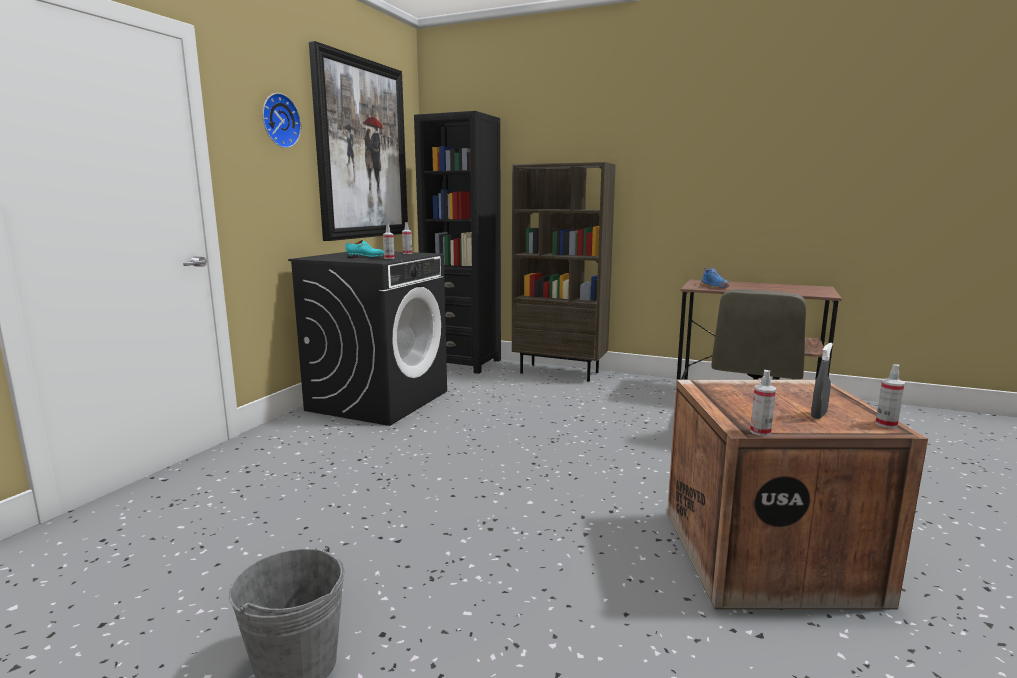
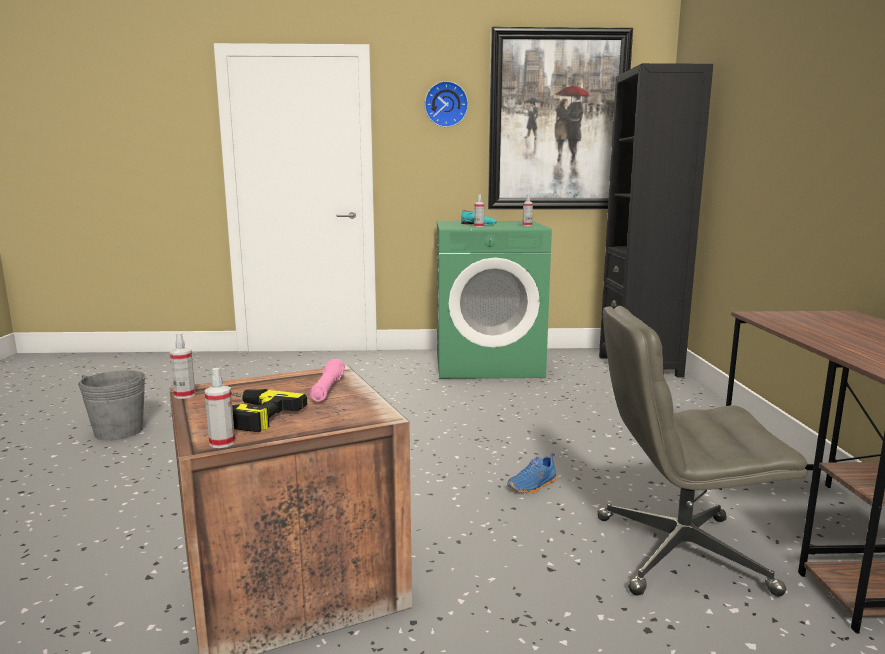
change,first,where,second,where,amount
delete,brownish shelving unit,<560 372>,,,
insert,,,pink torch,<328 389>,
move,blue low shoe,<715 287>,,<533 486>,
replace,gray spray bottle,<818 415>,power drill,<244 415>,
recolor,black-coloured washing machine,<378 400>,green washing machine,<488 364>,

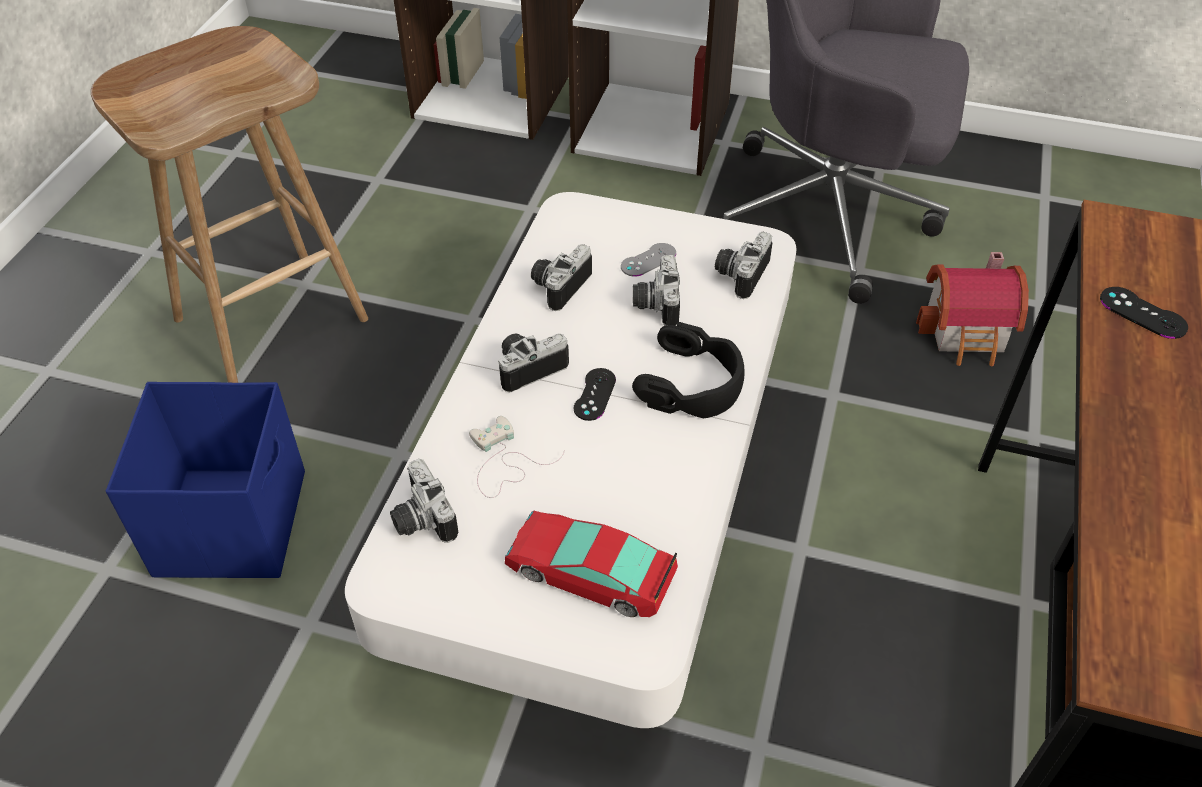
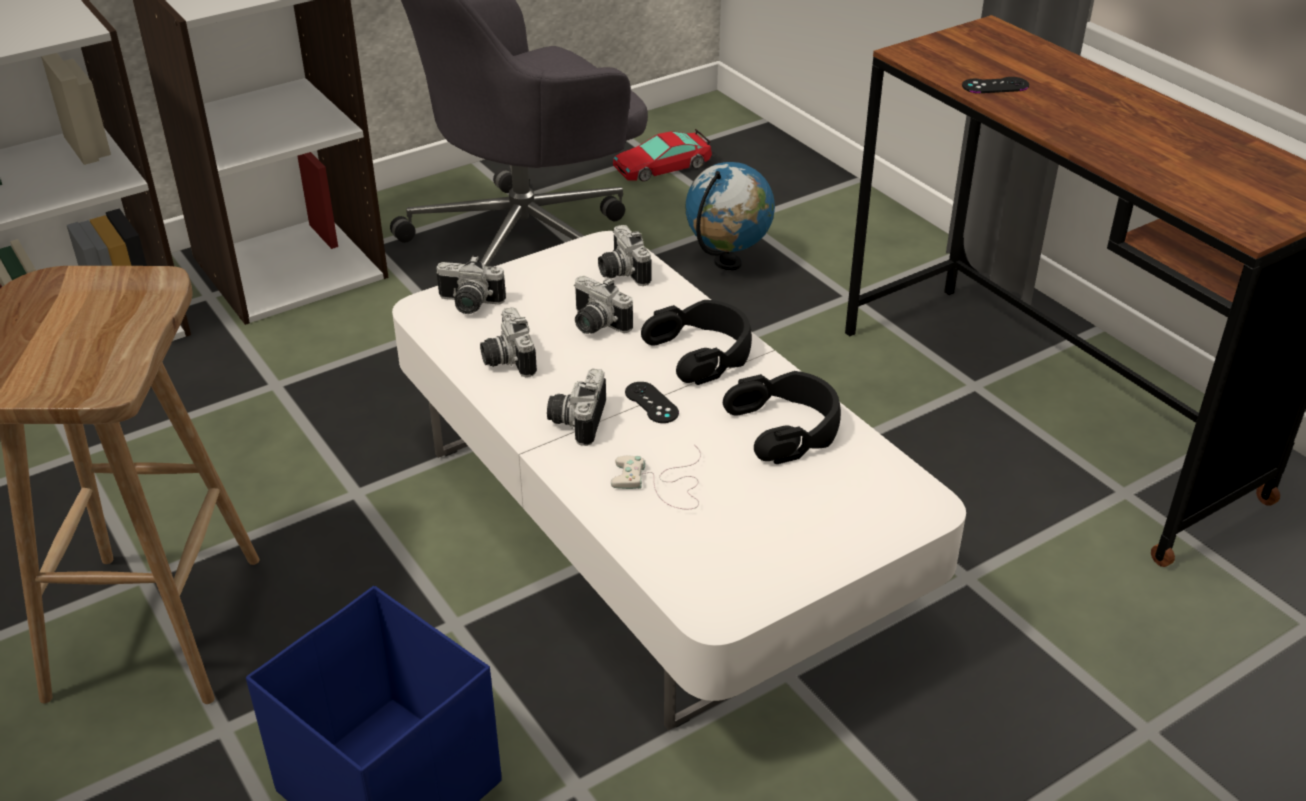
change,first,where,second,where,amount
delete,gray joypad,<648 260>,,,
insert,,,black-coloured headset,<786 428>,
move,photo camera,<420 519>,,<468 305>,
move,toy car,<591 571>,,<662 166>,
replace,model house,<968 333>,world globe,<728 263>,

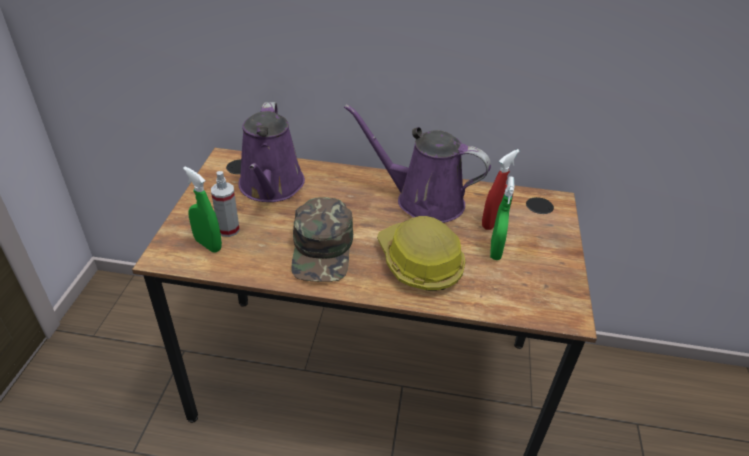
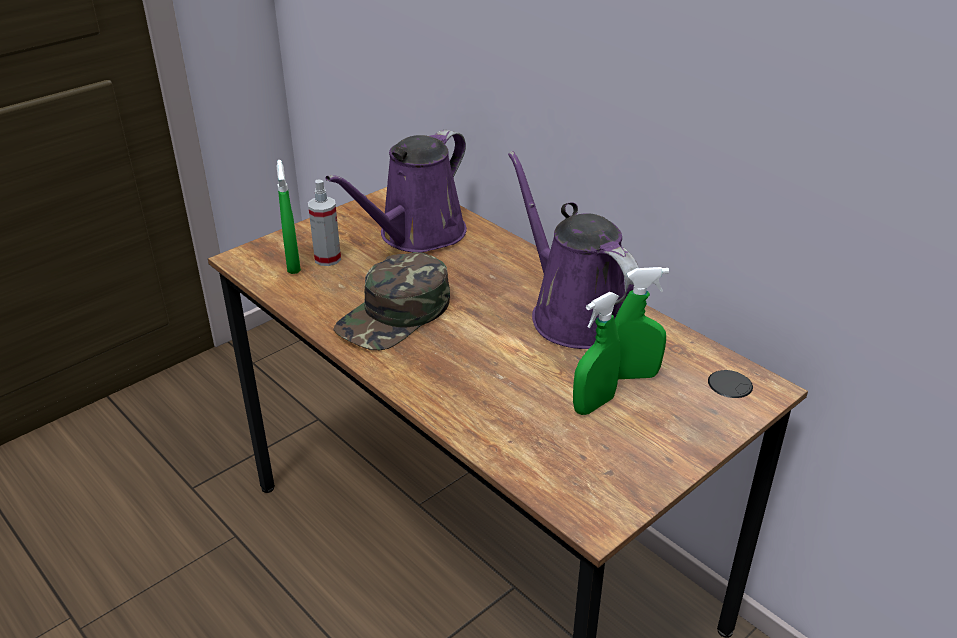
change,first,where,second,where,amount
delete,hard hat,<418 263>,,,
recolor,red spray bottle,<493 223>,green spray bottle,<633 375>,

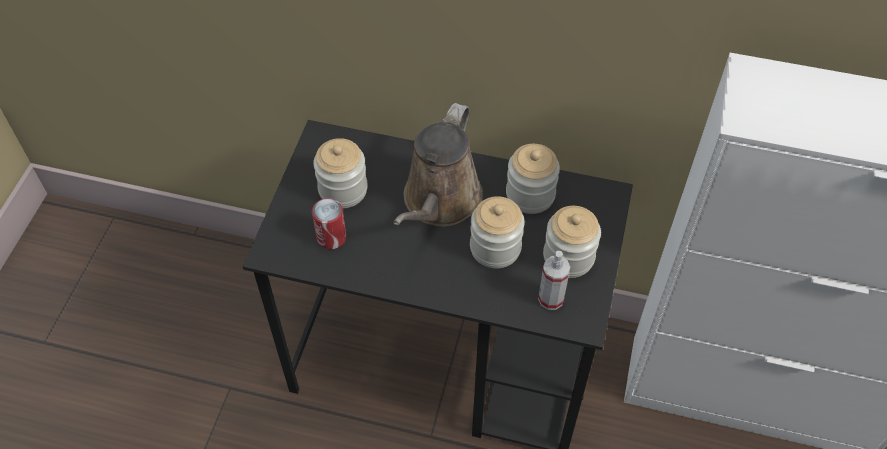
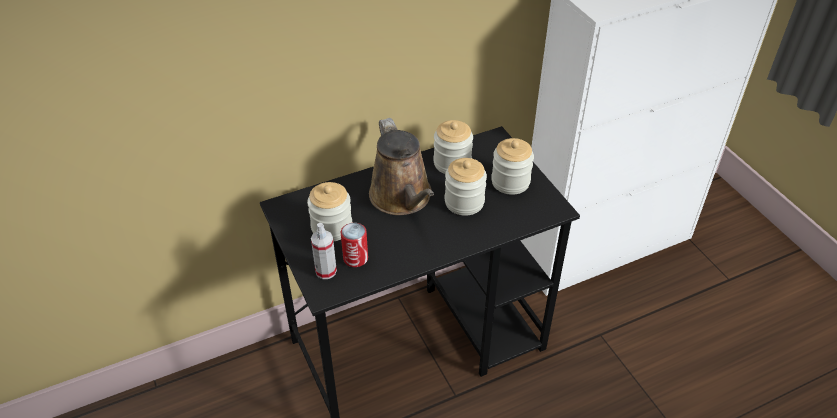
change,first,where,second,where,amount
move,spray bottle,<551 299>,,<326 271>,

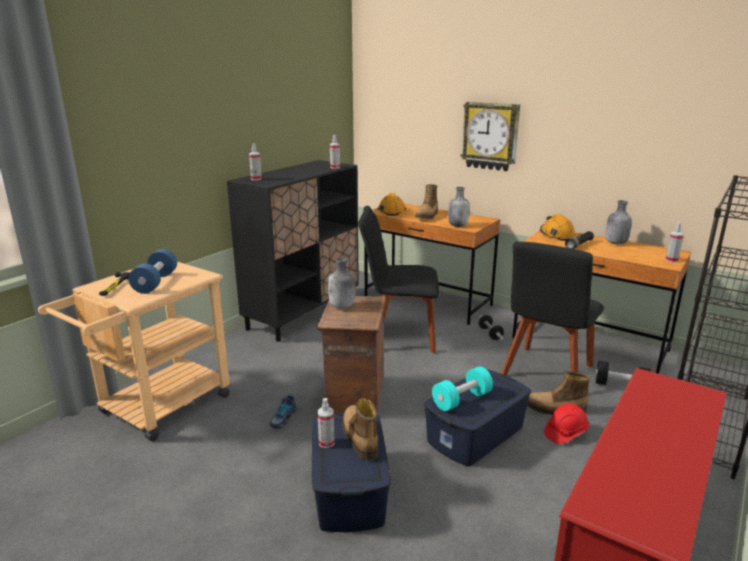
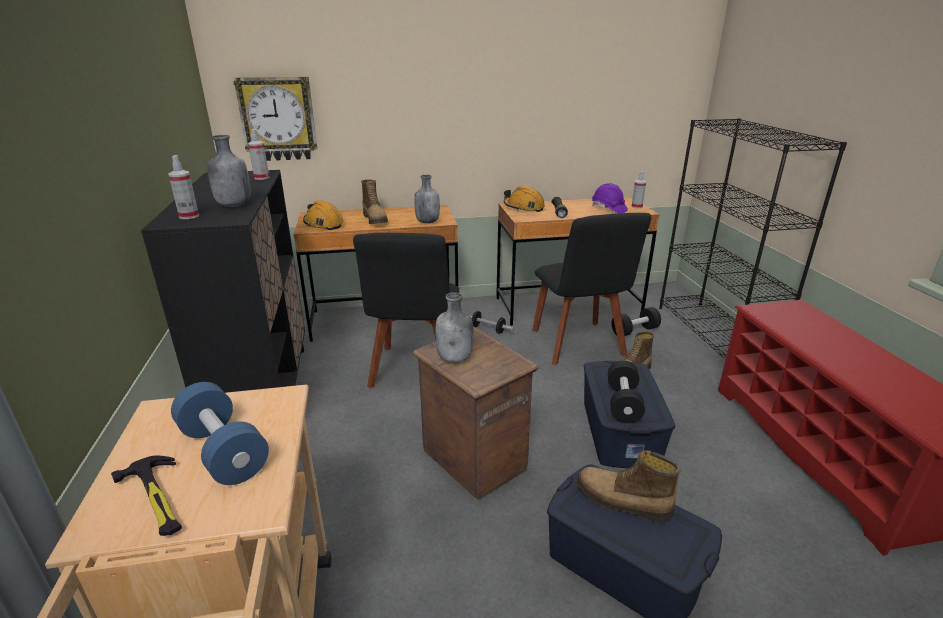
change,first,where,second,where,amount
delete,low shoe,<283 418>,,,
delete,spray bottle,<326 443>,,,
delete,red hard hat,<565 433>,,,
insert,,,purple-coloured hard hat,<608 209>,
move,clock on the wall,<490 136>,,<278 119>,
move,gray drink bottle,<615 243>,,<233 205>,
recolor,blue-green hand weight,<462 400>,black-coloured hand weight,<623 403>,
rotate,black-coloured chair,<399 337>,,<415 371>,45 degrees counterclockwise

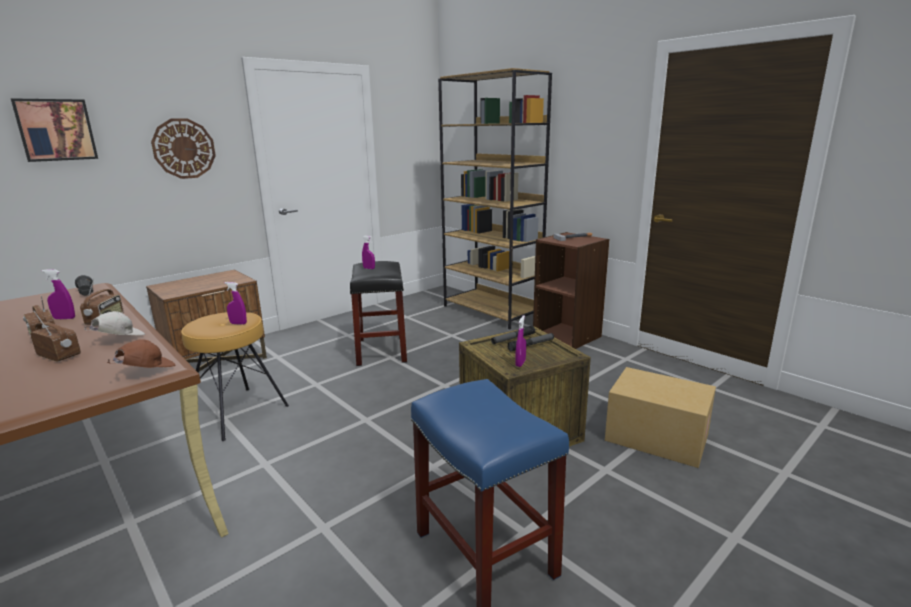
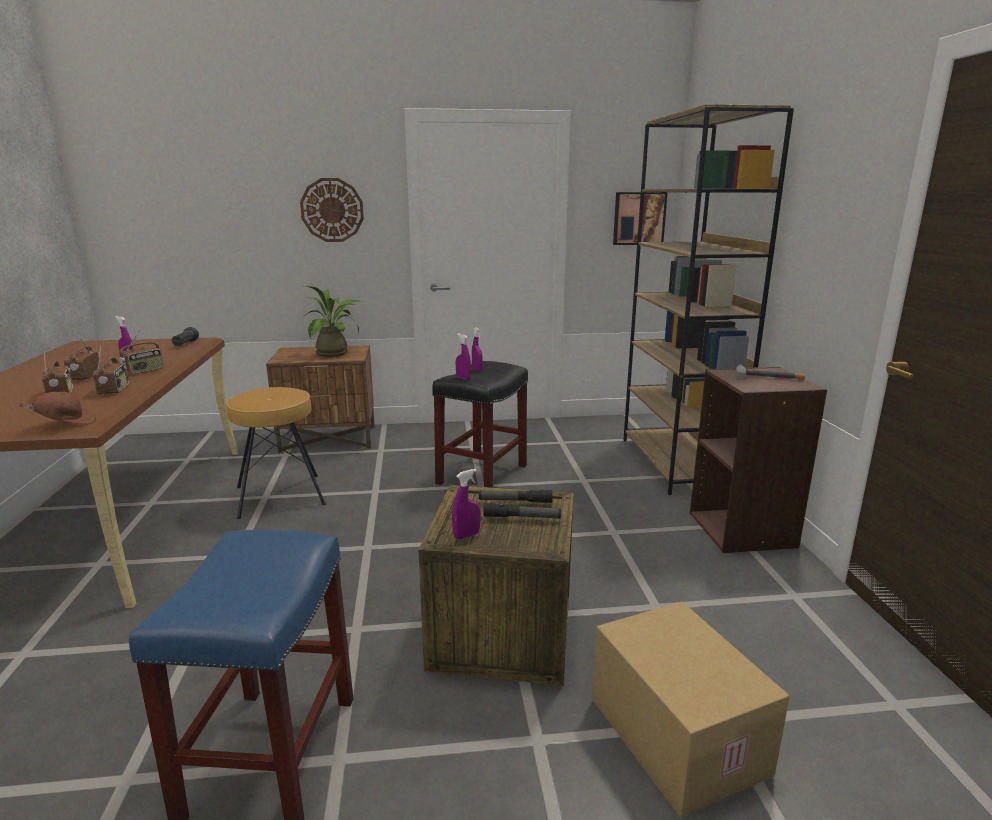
change,first,where,second,where,amount
insert,,,potted plant,<336 353>,
move,wall picture,<56 130>,,<638 218>,
move,purple-coloured spray bottle,<238 323>,,<463 378>,
replace,whitish baseball cap,<119 339>,radio receiver,<114 390>,

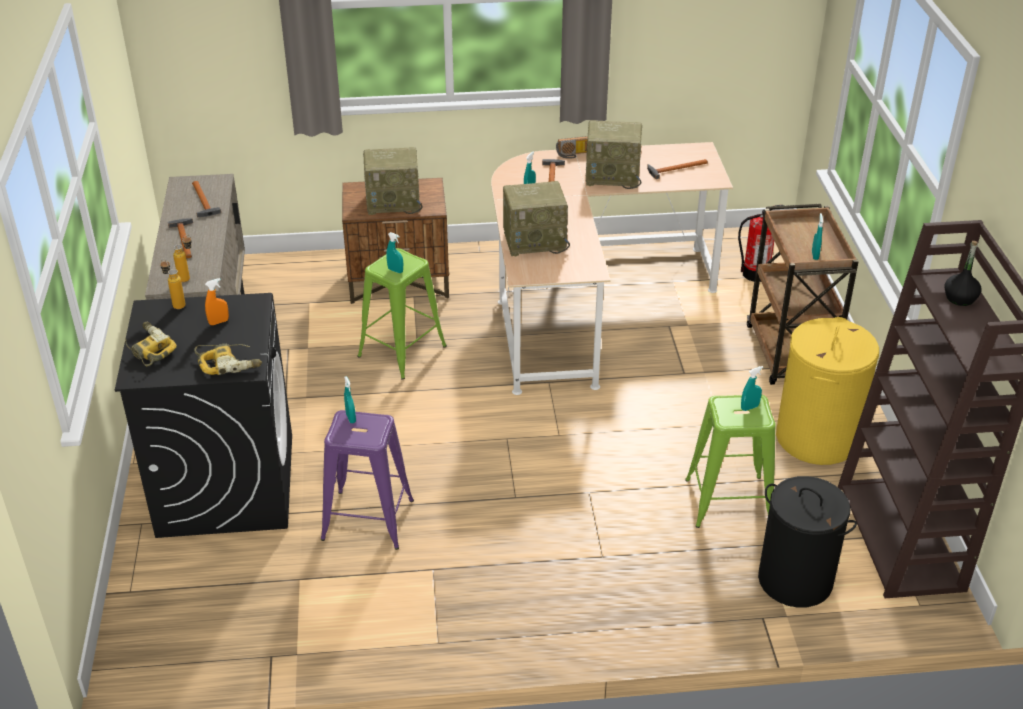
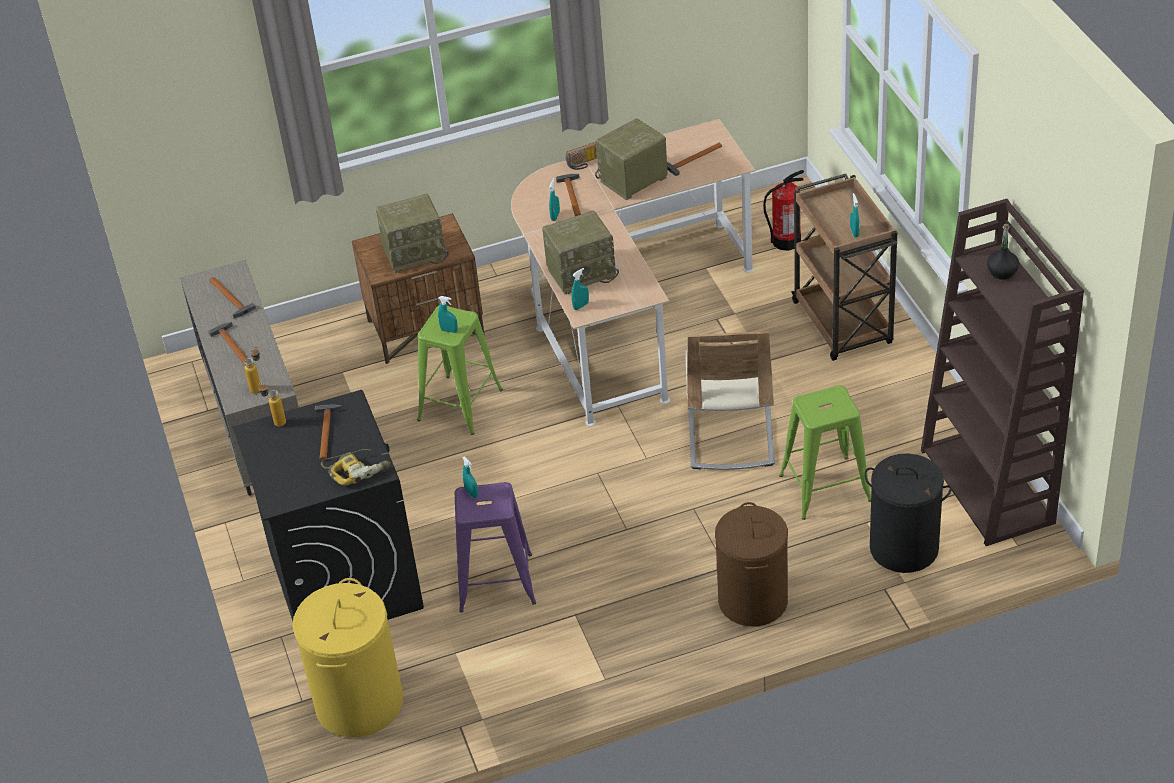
change,first,where,second,where,amount
delete,power drill,<148 349>,,,
insert,,,beige chair,<730 434>,
insert,,,brownish hamper,<753 601>,
move,blue-green spray bottle,<749 407>,,<581 306>,
move,yellow-coloured hamper,<816 438>,,<358 702>,
replace,orange spray bottle,<219 322>,hand hammer,<326 431>,
rotate,radio receiver,<613 176>,,<633 180>,150 degrees clockwise

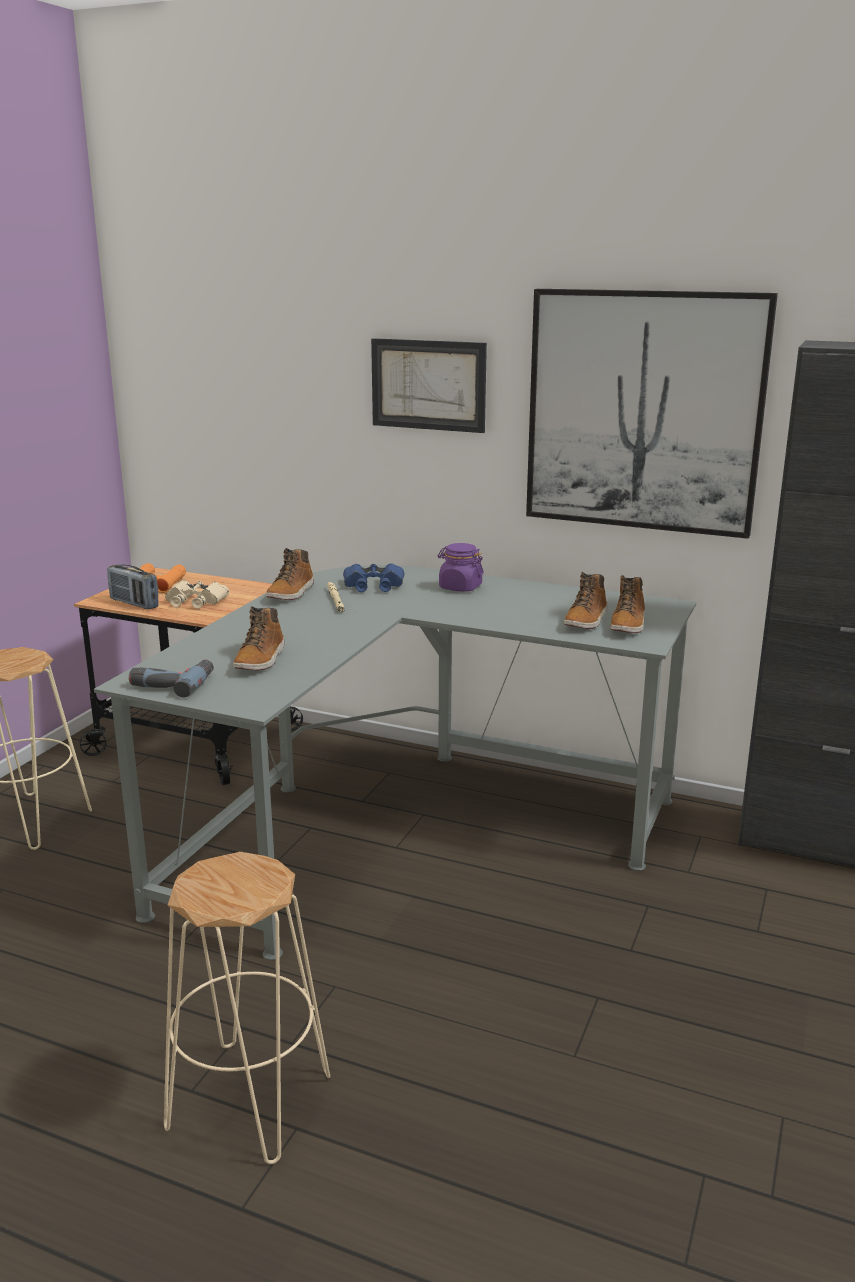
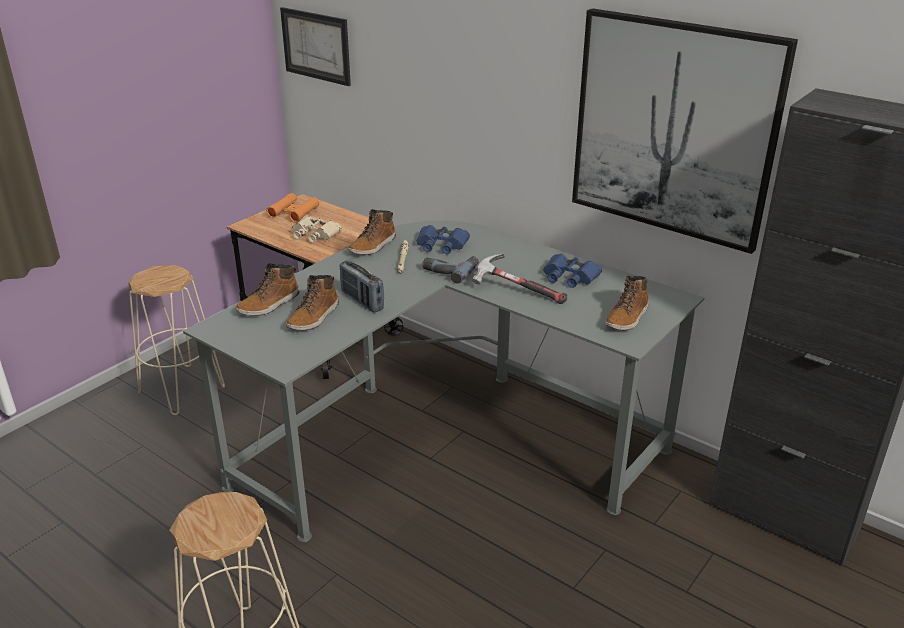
change,first,where,second,where,amount
delete,purple-coloured storage jar,<460 587>,,,
insert,,,hand hammer,<517 291>,
insert,,,blue field glasses,<570 276>,
move,radio receiver,<134 603>,,<362 301>,
move,power drill,<172 683>,,<450 270>,
move,wall picture,<428 385>,,<316 46>,
move,boot,<586 620>,,<269 304>,

